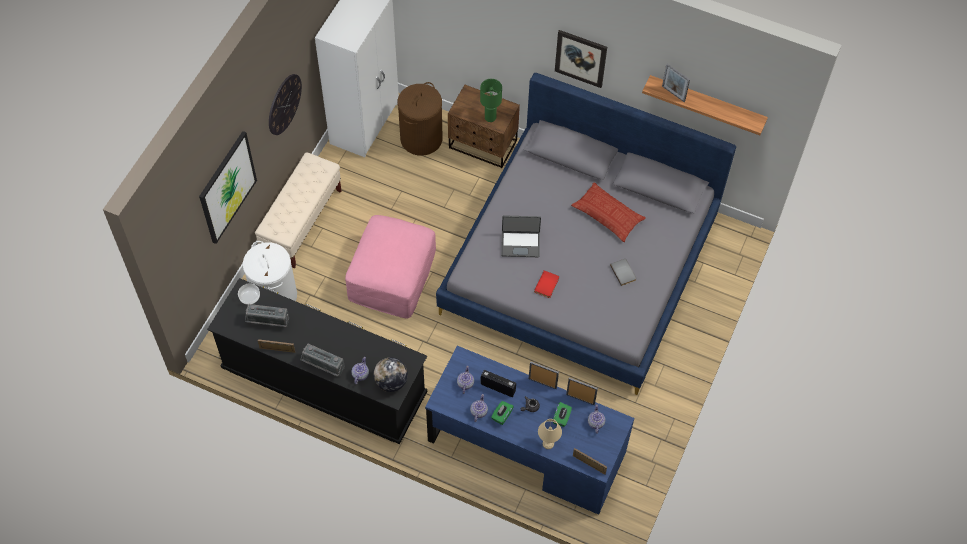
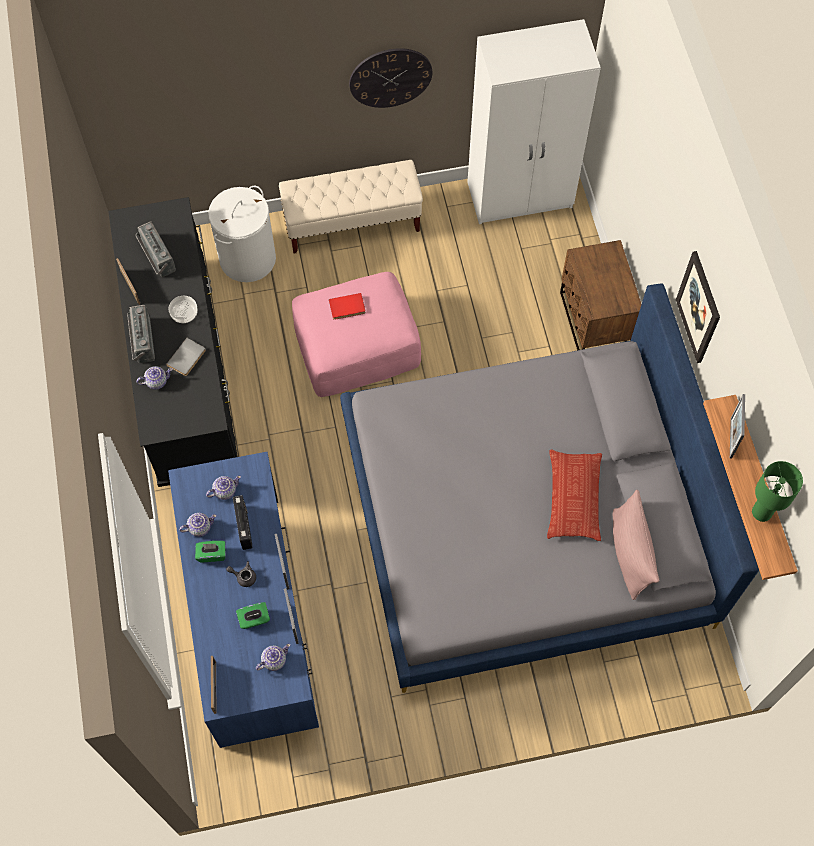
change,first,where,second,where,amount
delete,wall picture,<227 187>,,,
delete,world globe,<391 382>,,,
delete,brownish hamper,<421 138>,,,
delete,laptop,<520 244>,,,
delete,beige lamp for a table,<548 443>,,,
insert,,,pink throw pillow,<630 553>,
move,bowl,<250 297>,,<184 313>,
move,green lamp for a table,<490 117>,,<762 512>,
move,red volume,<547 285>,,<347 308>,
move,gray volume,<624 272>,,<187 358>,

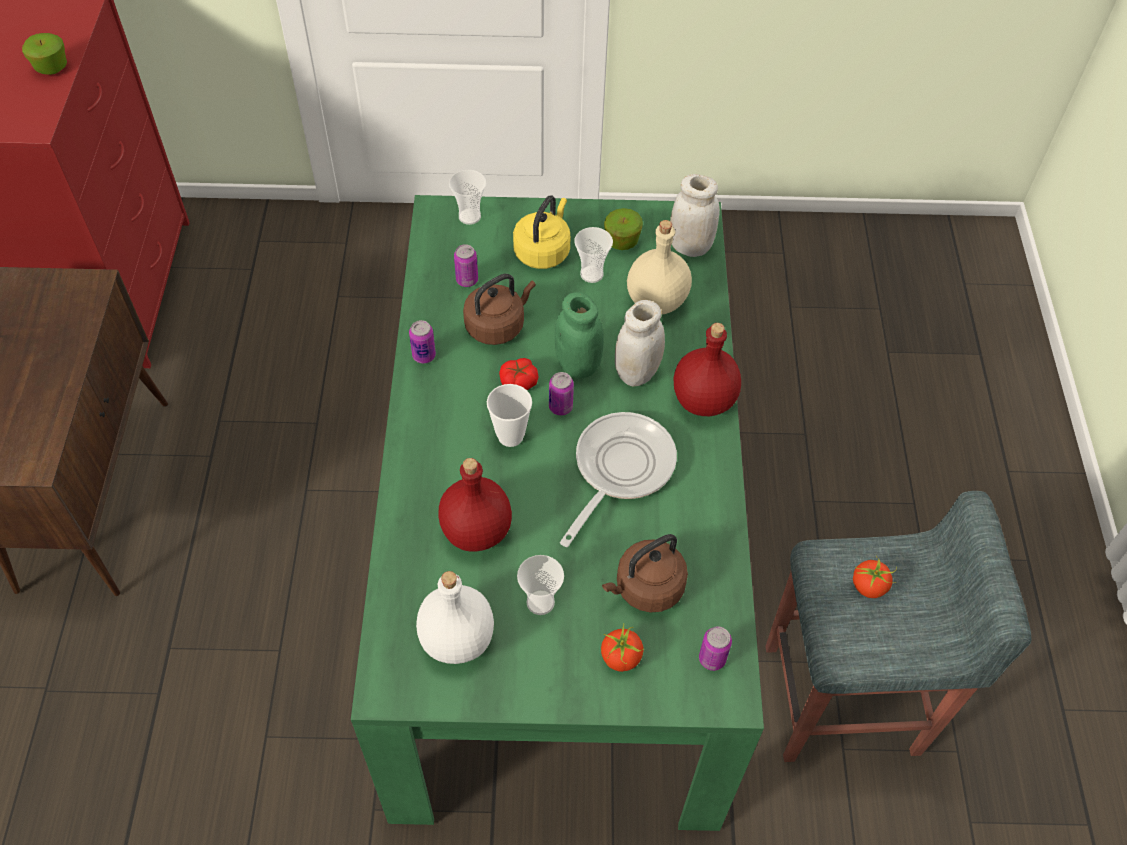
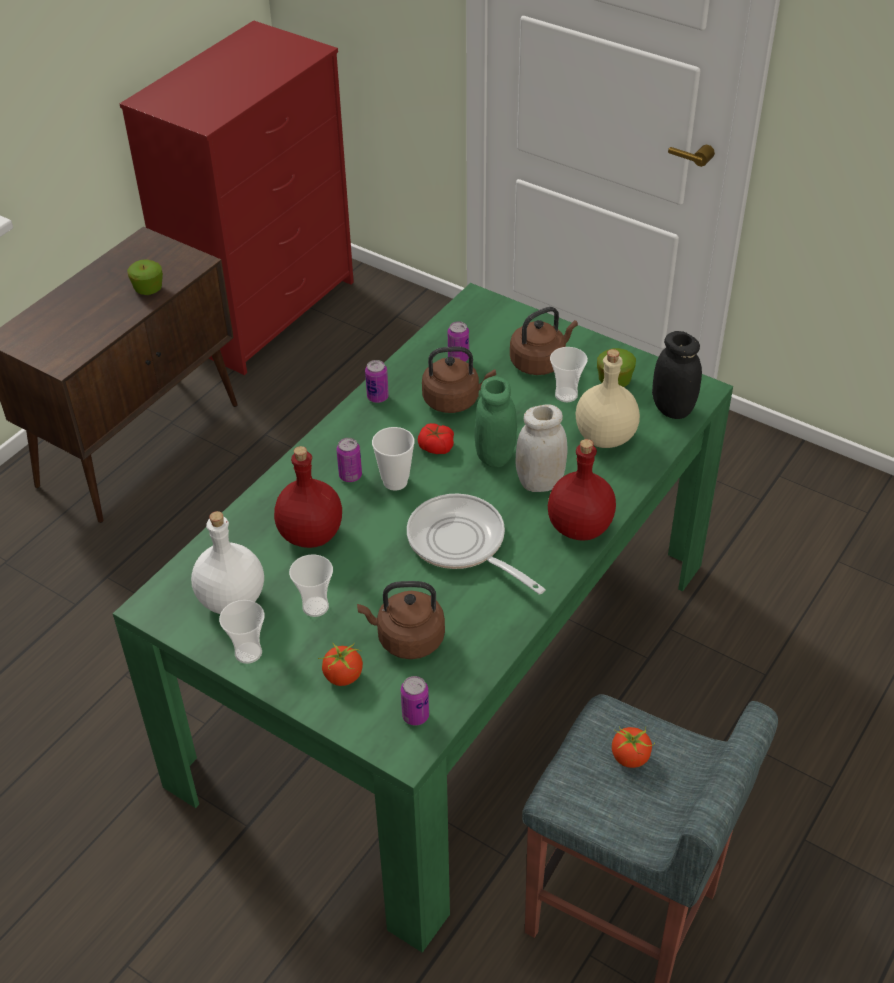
change,first,where,second,where,amount
move,apple,<51 67>,,<148 289>,
move,cup,<469 216>,,<248 653>,
move,sealed can,<560 407>,,<350 476>,
recolor,yellow-coloured water kettle,<543 251>,brownish water kettle,<540 362>,
recolor,whitish storage jar,<690 247>,black-coloured storage jar,<672 409>,
rotate,skillet,<619 469>,,<462 544>,105 degrees counterclockwise

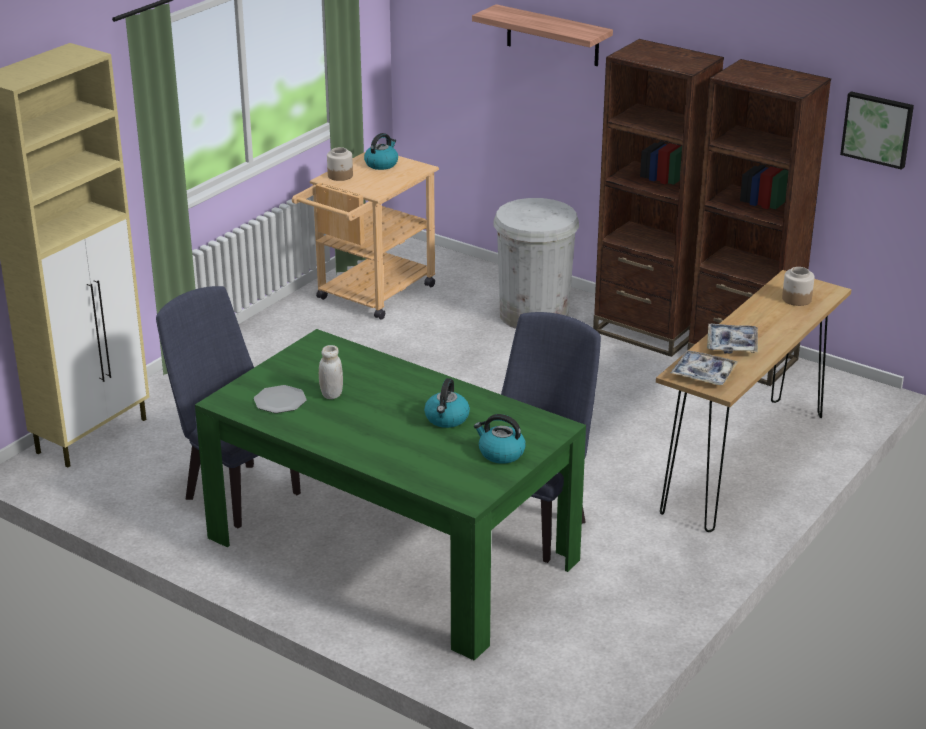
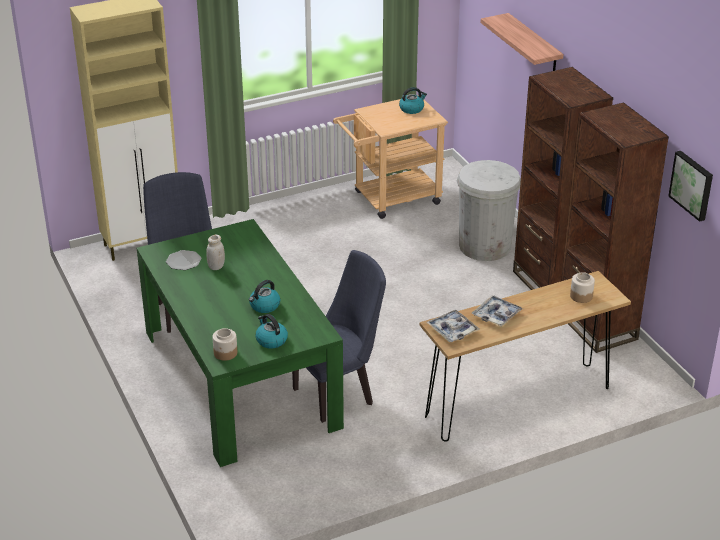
change,first,where,second,where,amount
move,storage jar,<340 176>,,<225 353>,

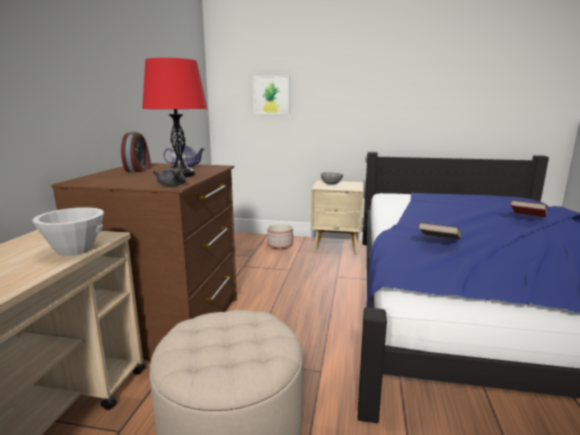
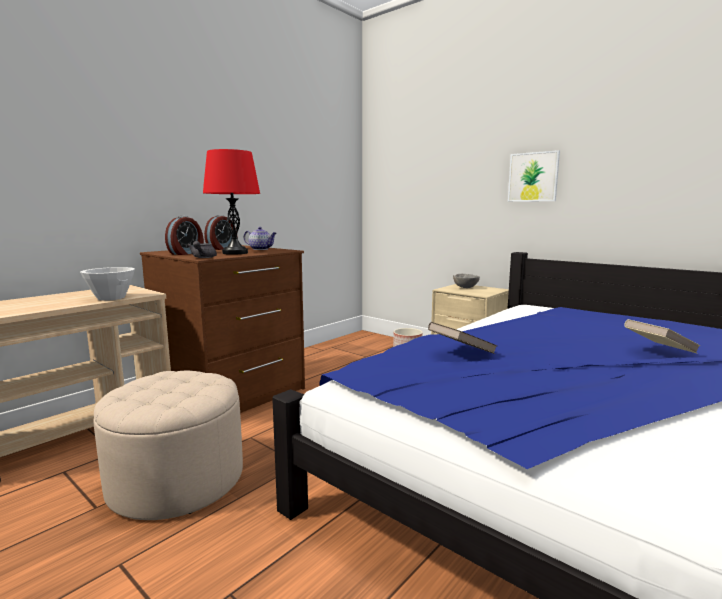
change,first,where,second,where,amount
insert,,,table clock,<186 253>,
move,wall picture,<271 95>,,<533 177>,
recolor,red volume,<527 218>,beige volume,<659 350>,

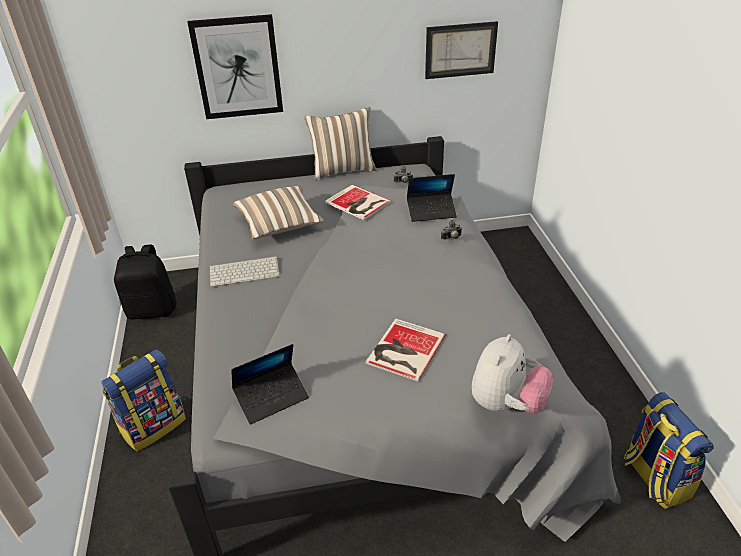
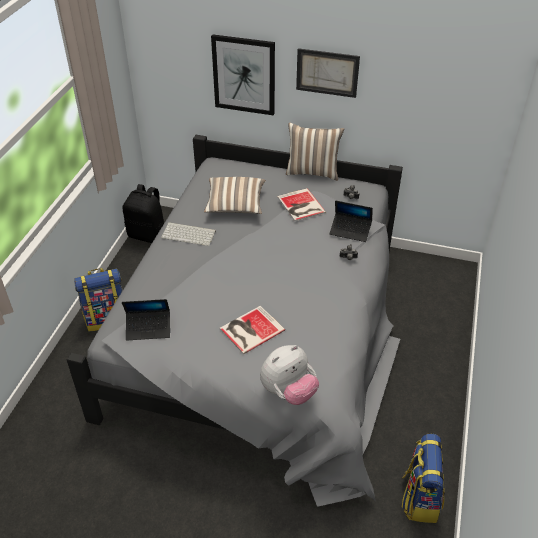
change,first,where,second,where,amount
move,wall picture,<460 50>,,<327 72>,

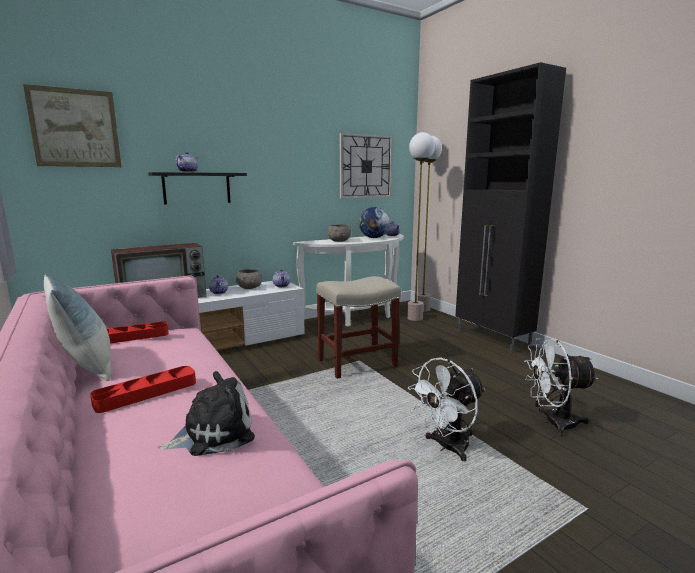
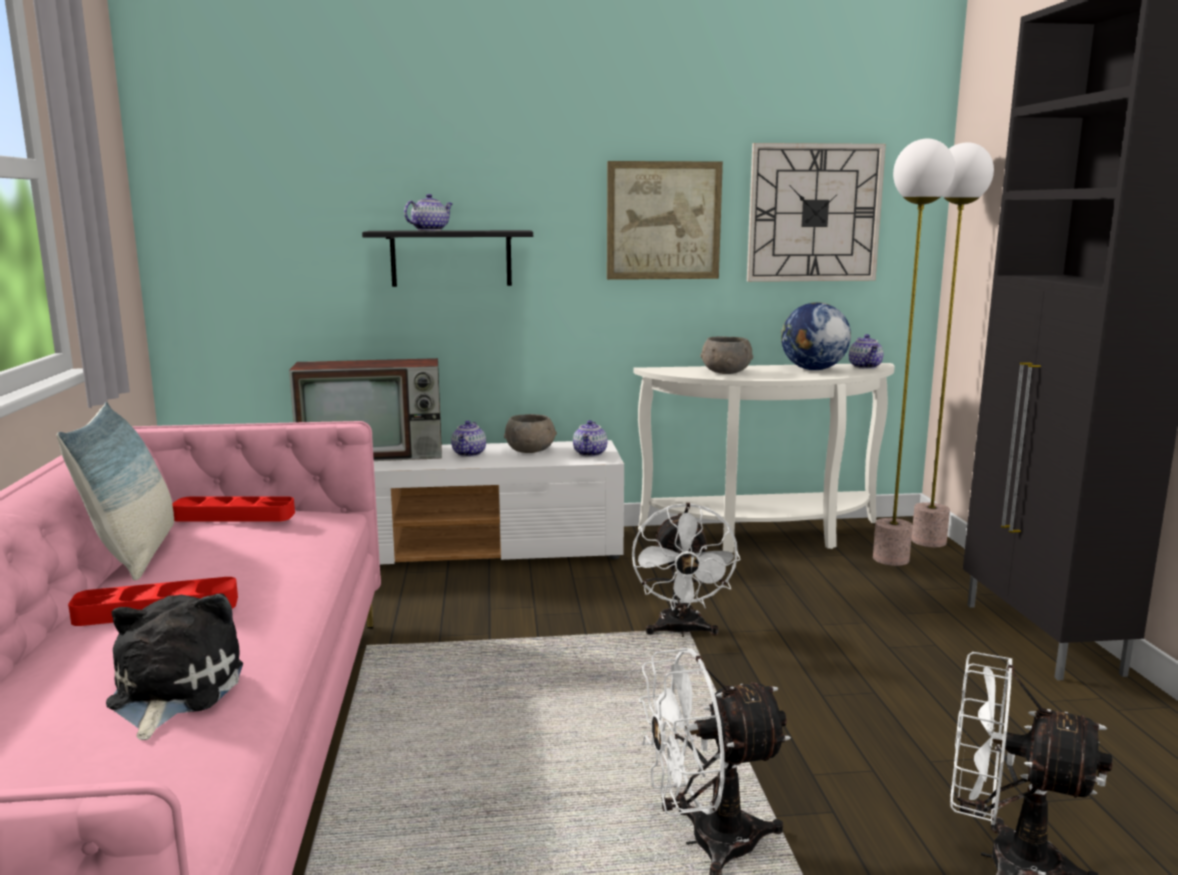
change,first,where,second,where,amount
move,wall picture,<75 128>,,<663 221>,
replace,beige stool seat,<358 362>,whitish cooling fan,<681 631>,
rotate,cuddly toy,<213 433>,,<171 692>,90 degrees counterclockwise

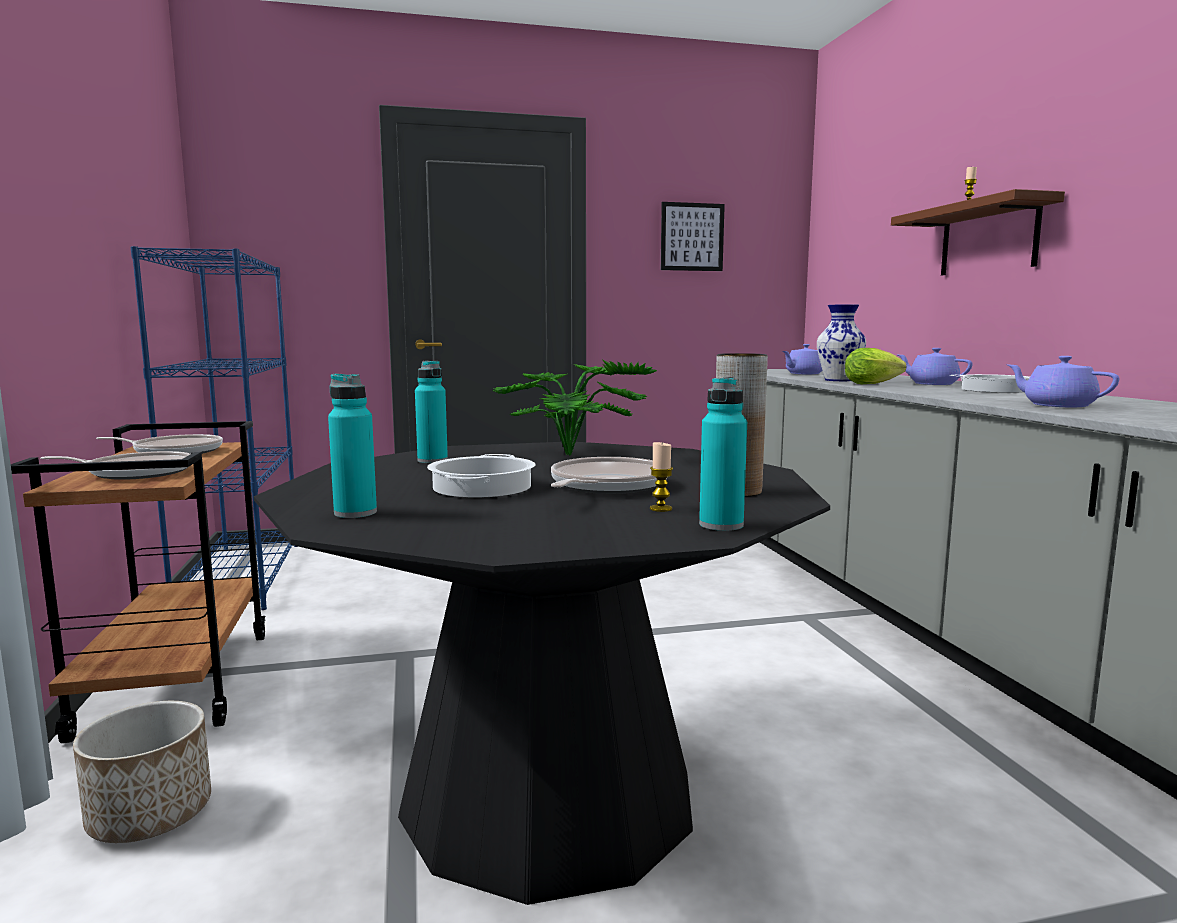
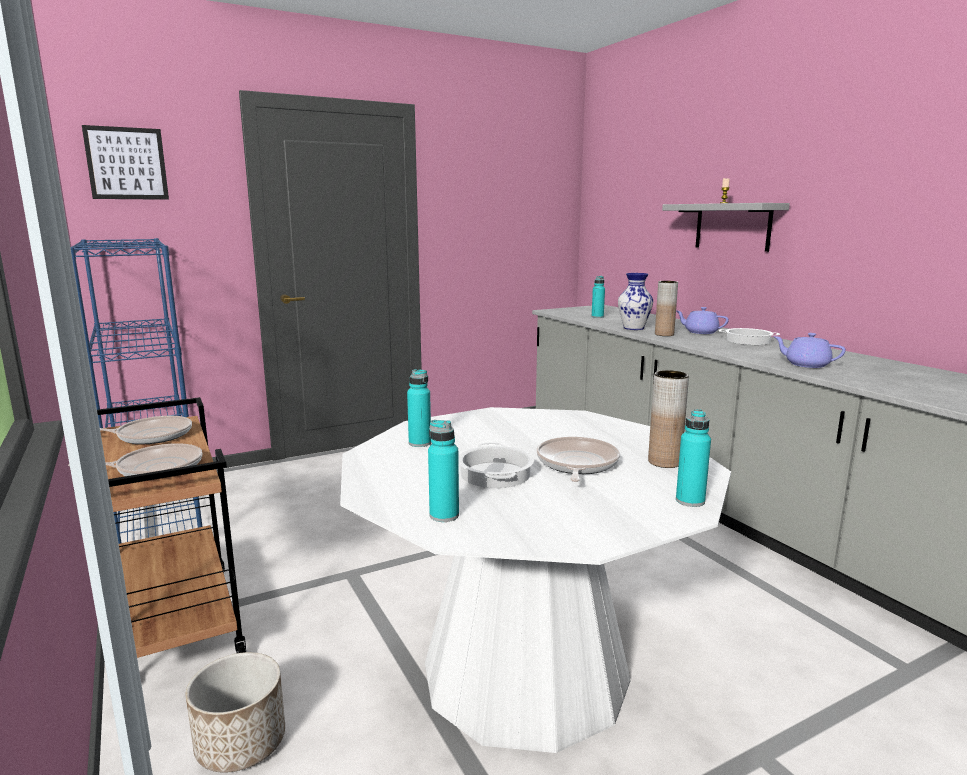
change,first,where,second,where,amount
delete,potted plant,<578 455>,,,
delete,candle,<660 509>,,,
move,wall picture,<692 237>,,<126 163>,
replace,purple-coloured pot for tea,<803 374>,blue-green drink bottle,<597 317>,
replace,lettuce head,<874 384>,brownish vase,<664 334>,
recolor,black-coloured kitchen table,<549 794>,whitish kitchen table,<525 671>,
recolor,brownish shelf,<988 239>,gray shelf,<732 226>,

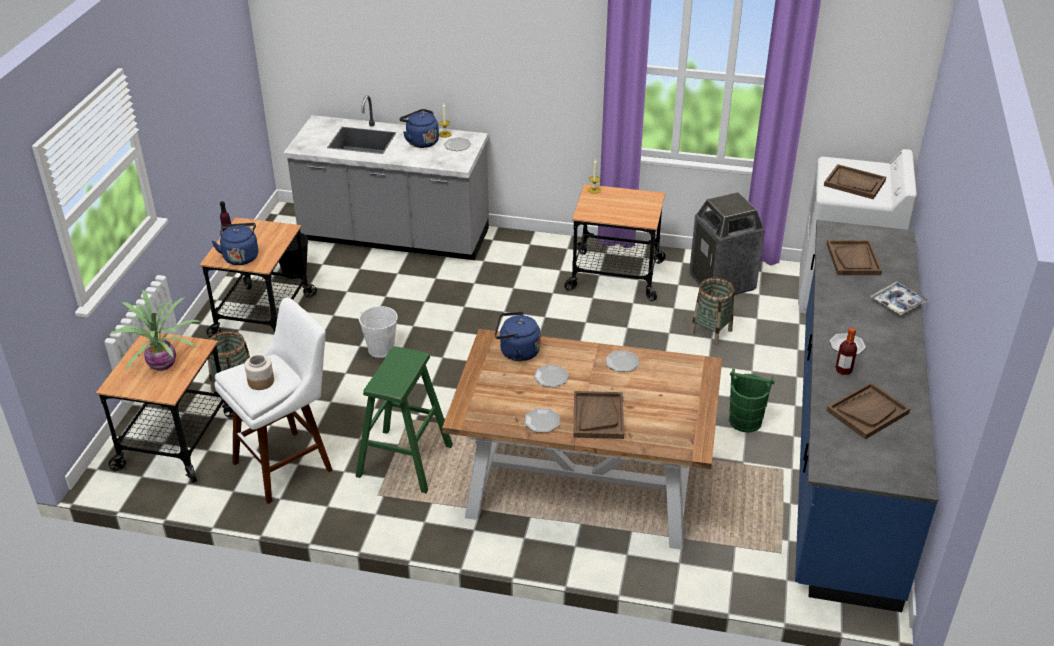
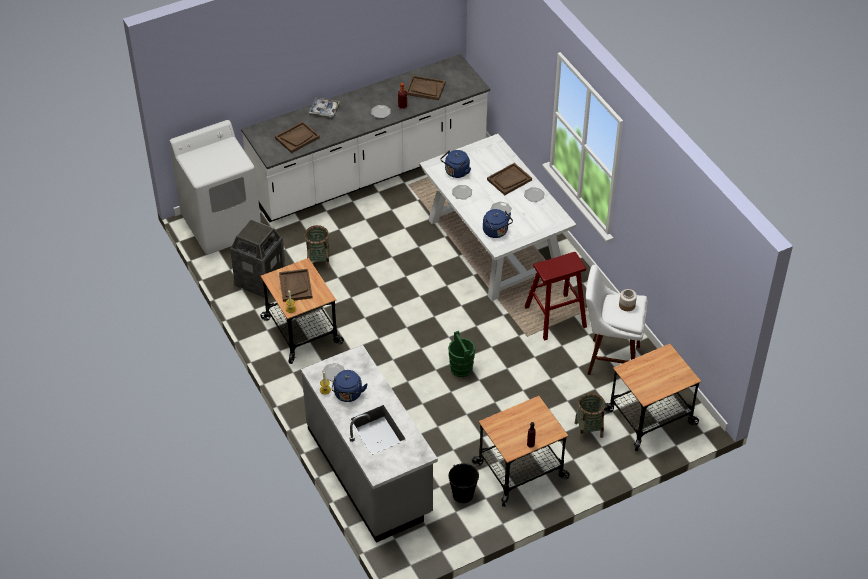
change,first,where,second,where,amount
delete,potted plant,<161 366>,,,
delete,whitish pail,<381 349>,,,
move,blue water kettle,<241 256>,,<456 172>,
move,green pail,<745 421>,,<461 368>,
move,brownish serving tray,<854 183>,,<295 286>,
recolor,green stool seat,<405 460>,red stool seat,<555 317>,
recolor,brownish kitchen table,<581 483>,whitish kitchen table,<495 245>,
recolor,blue counter,<843 448>,whitish counter,<369 171>,

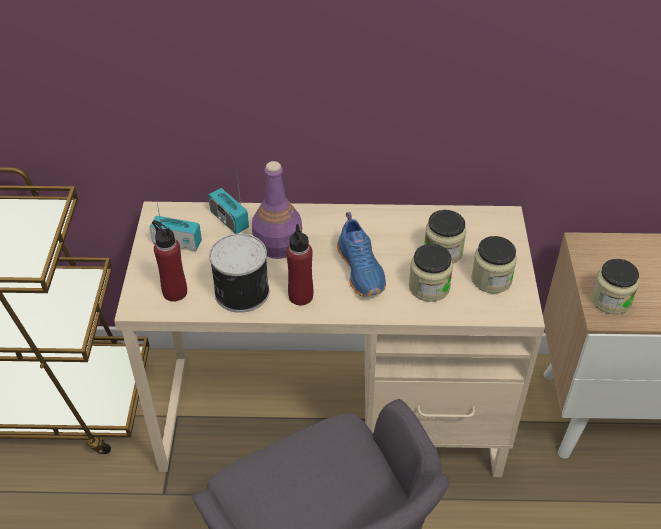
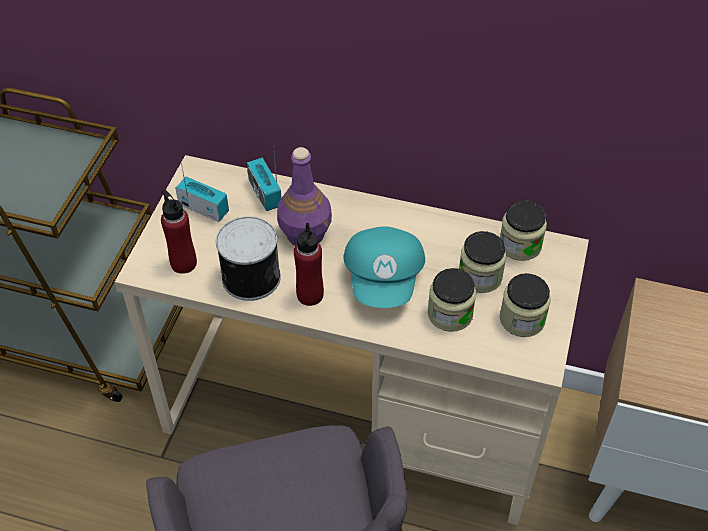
change,first,where,second,where,amount
move,storage jar,<610 300>,,<520 245>,
replace,blue low shoe,<362 270>,blue-green baseball cap,<385 279>,

